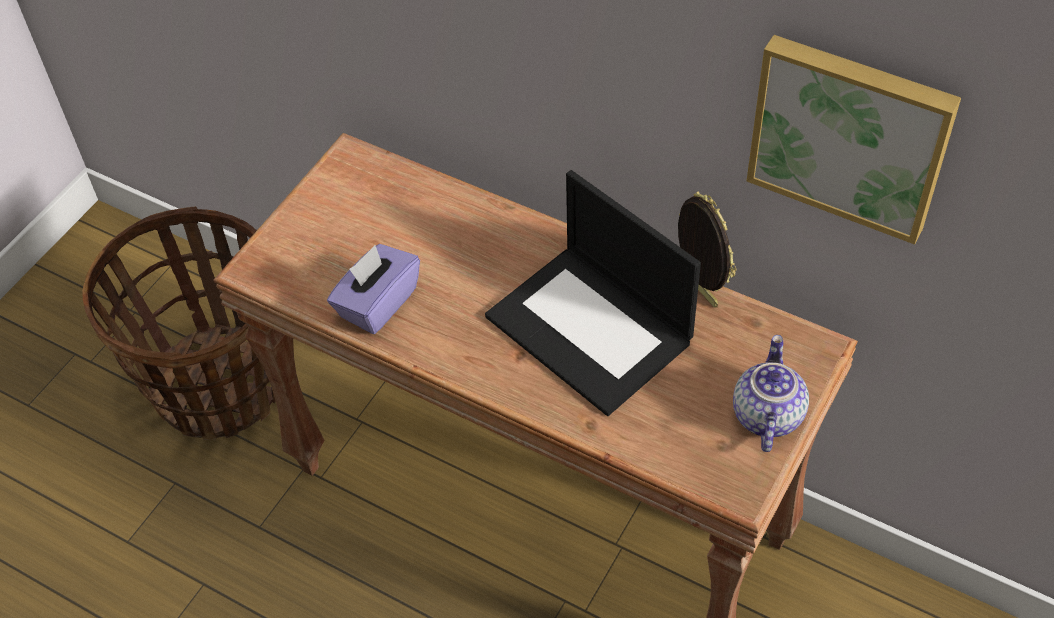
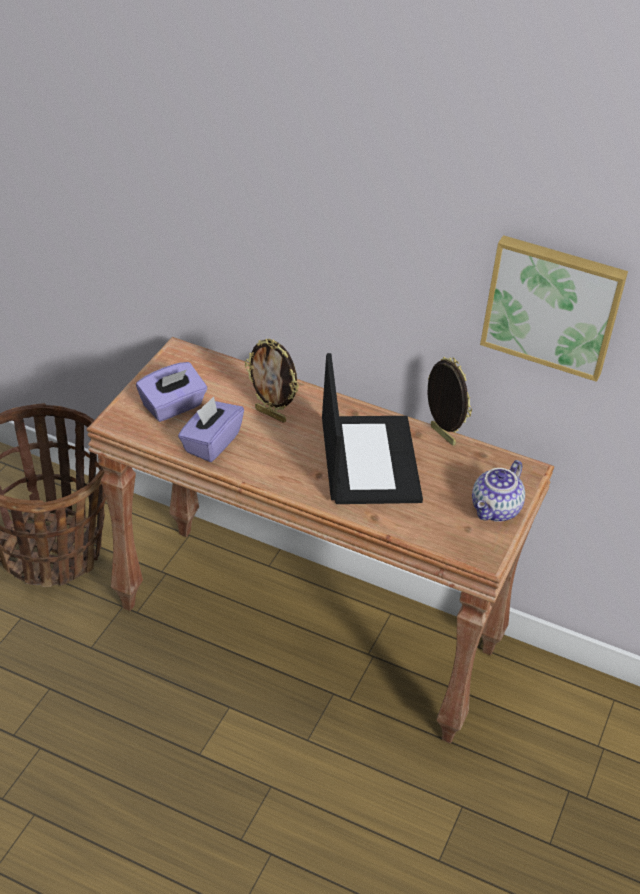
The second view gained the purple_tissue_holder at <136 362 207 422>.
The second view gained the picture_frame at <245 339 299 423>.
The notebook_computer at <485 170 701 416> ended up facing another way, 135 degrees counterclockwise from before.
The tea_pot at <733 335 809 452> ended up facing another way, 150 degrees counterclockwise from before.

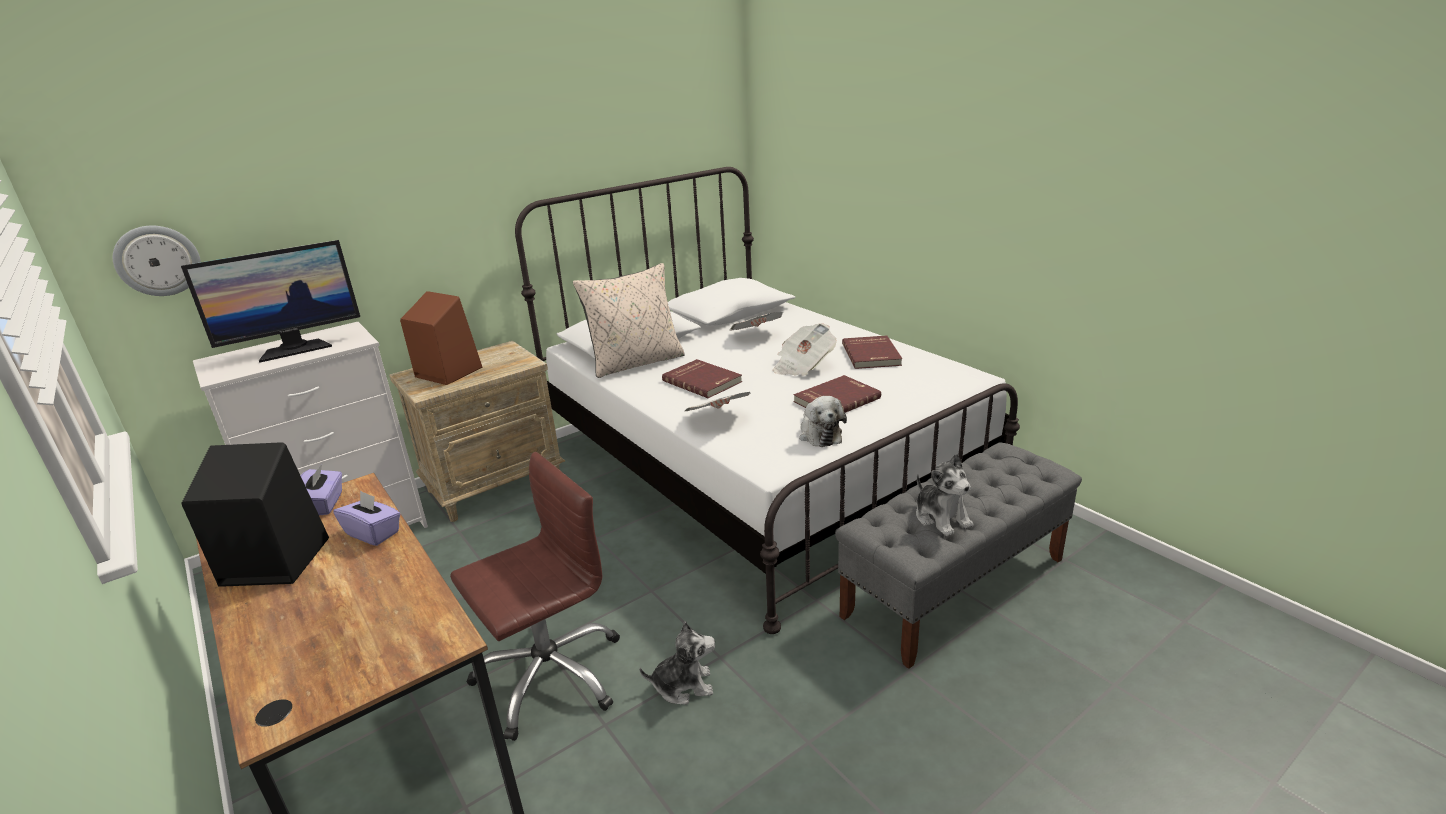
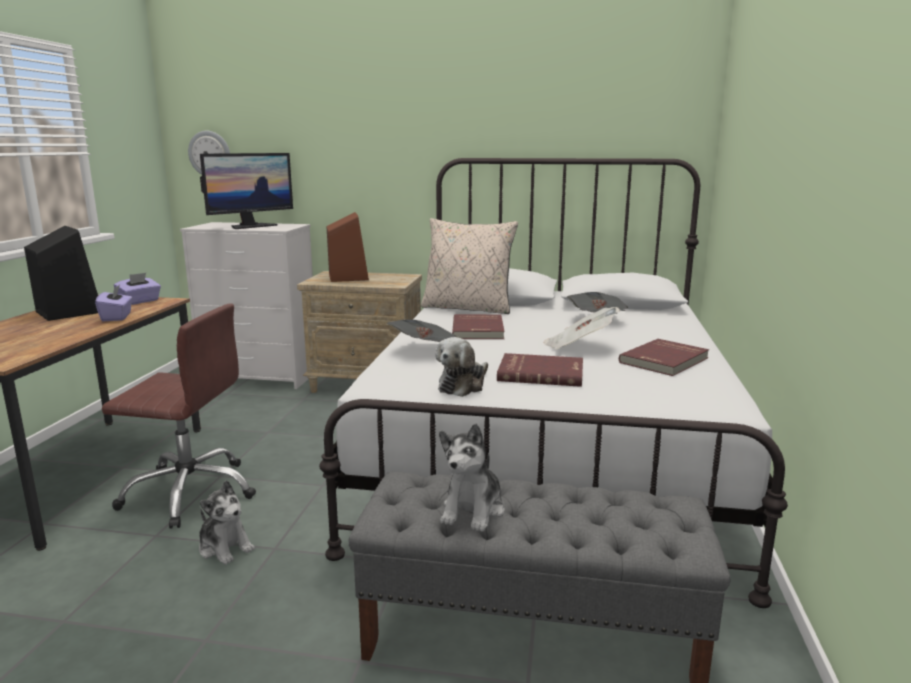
The computer_display at <181 240 360 363> ended up facing another way, 60 degrees counterclockwise from before.

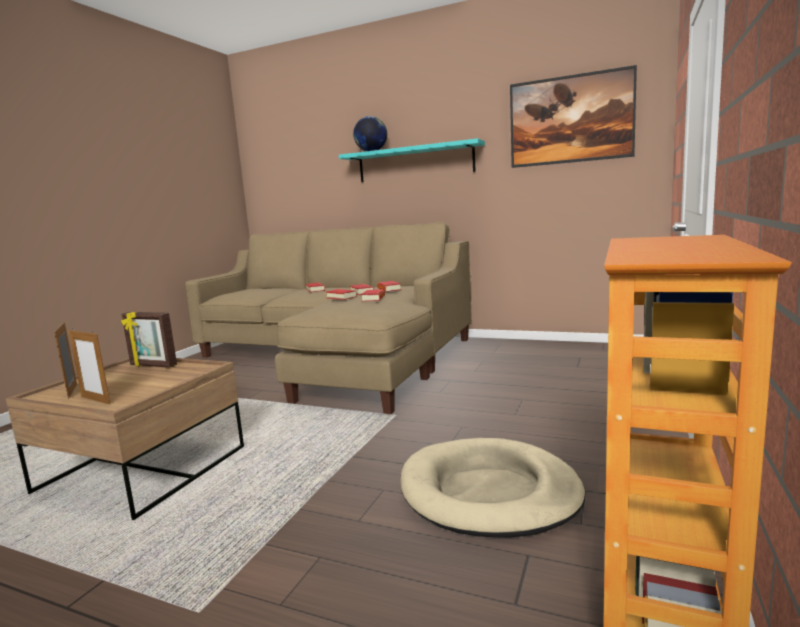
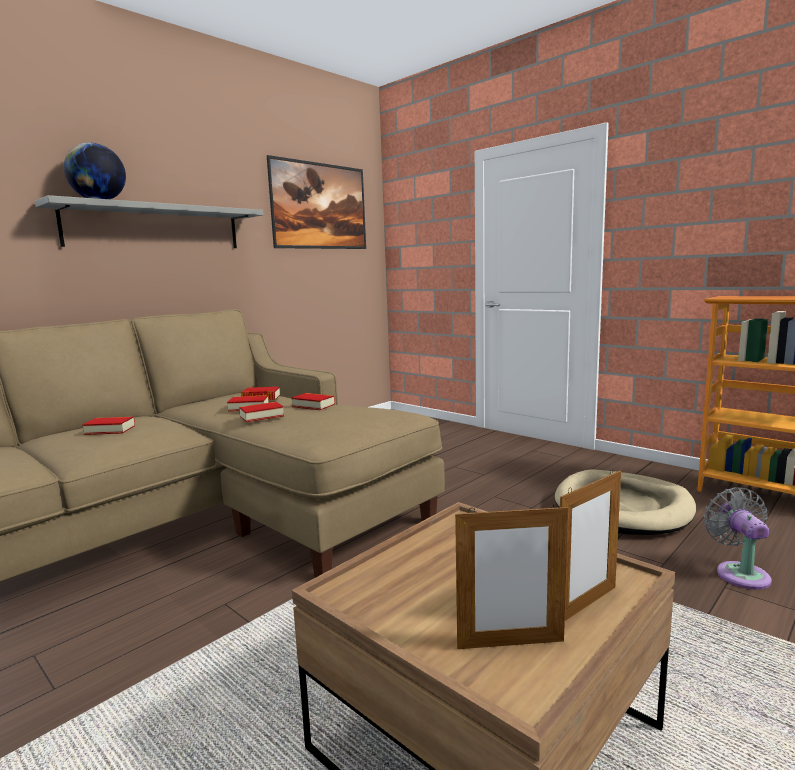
What was the blue-green_wall_shelf at <339 138 485 182> turned into the gray_wall_shelf at <35 195 263 248>.
The second view gained the gray_electric_fan at <704 487 771 590>.
The second view lost the picture_frame at <121 312 177 368>.

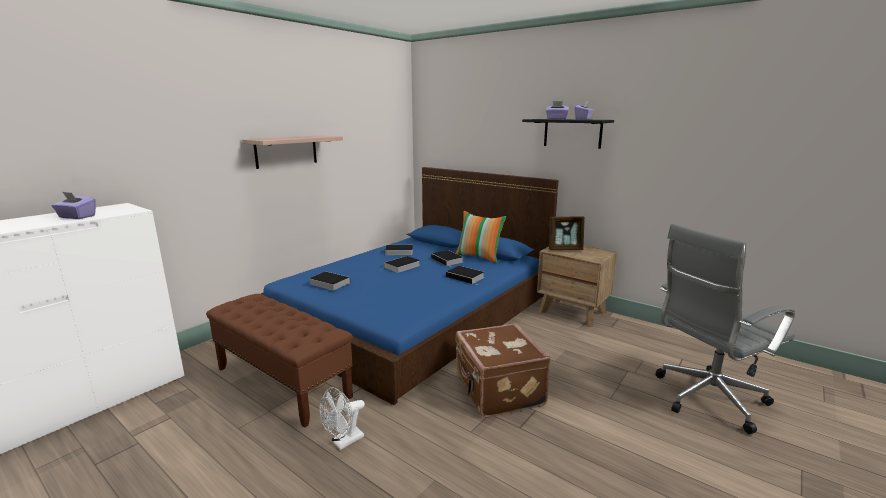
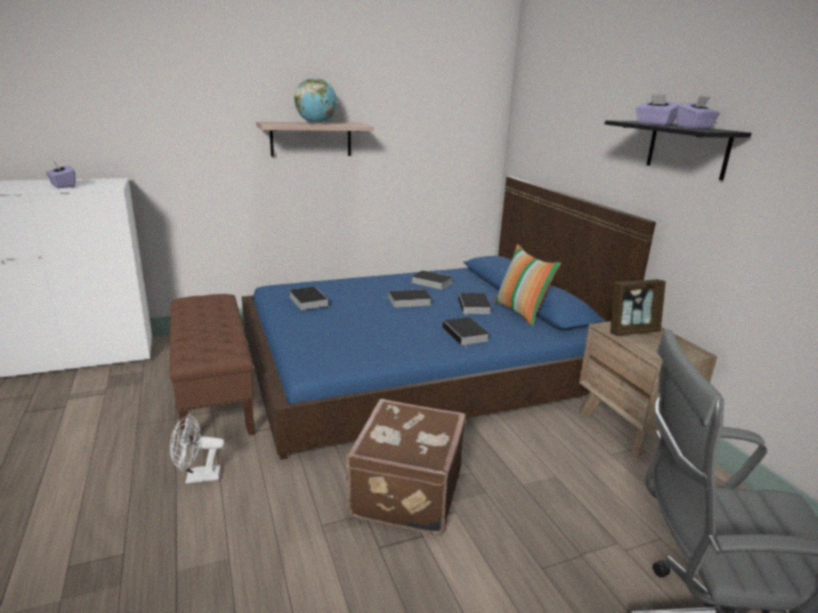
The second view gained the globe at <294 78 337 124>.
The picture_frame at <549 216 585 250> ended up facing another way, 45 degrees counterclockwise from before.

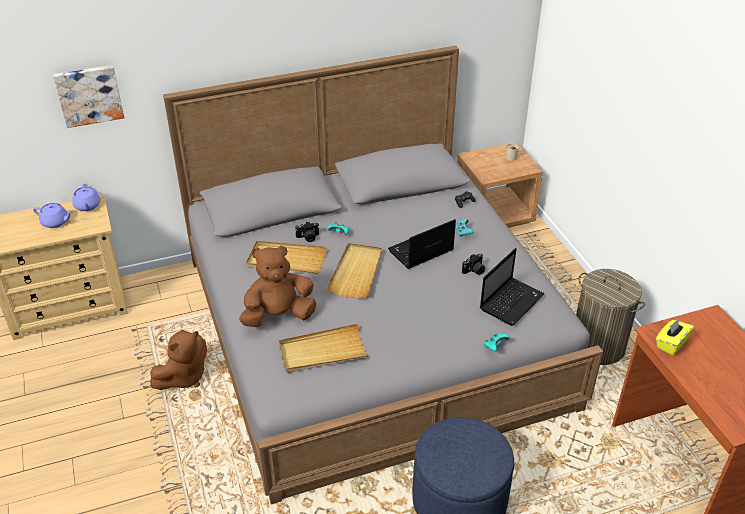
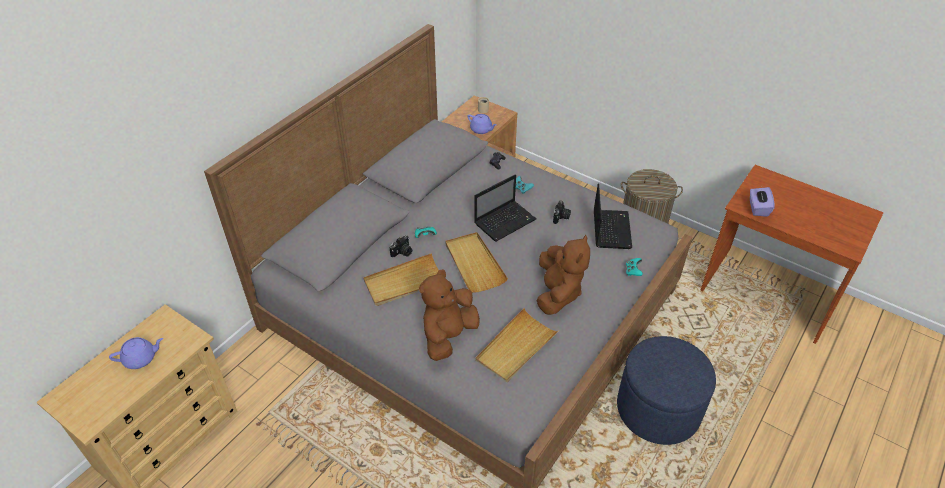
The purple_tea_pot ended up elsewhere, having gone from <72 184 100 211> to <467 114 497 134>.
The notebook_computer at <388 219 456 269> ended up facing another way, 150 degrees counterclockwise from before.
The brown_soft_toy ended up elsewhere, having gone from <150 330 207 390> to <537 235 590 315>.
What was the yellowish_tissue_holder at <656 318 694 356> turned into the purple_tissue_holder at <750 187 774 217>.
The second view lost the wall_art at <53 65 124 128>.

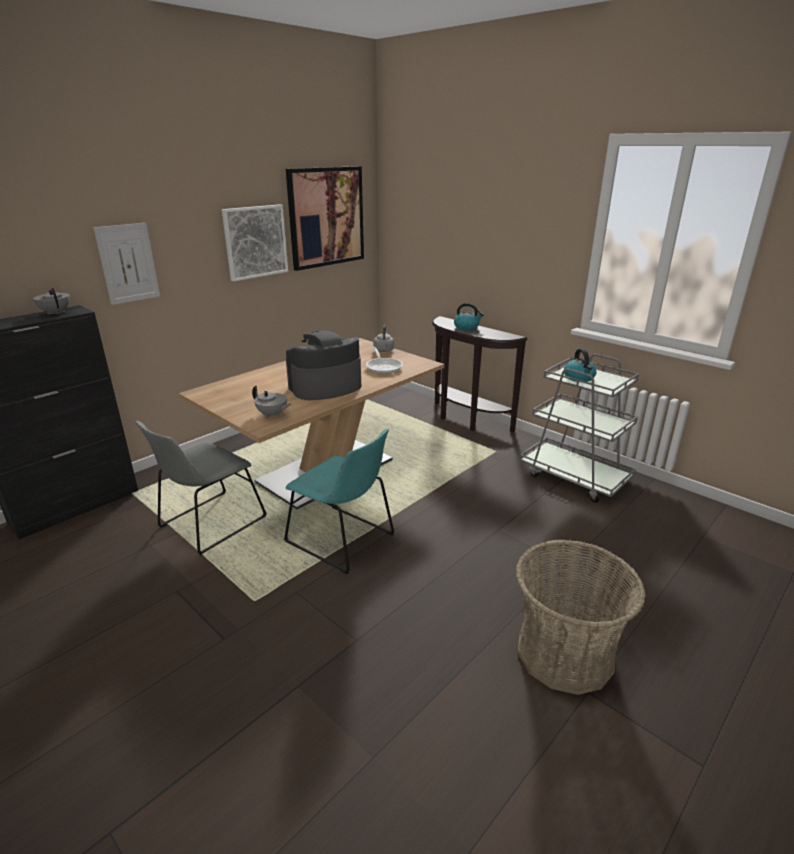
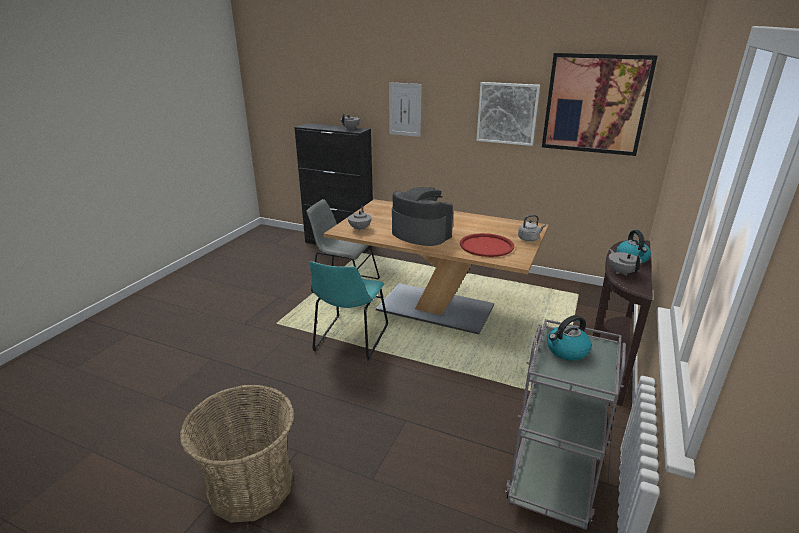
Where the pan stood at <366 347 403 374>, the red-coloured_carrying_tray came to stand at <460 233 514 257>.
The second view gained the gray_tea_pot at <609 249 641 276>.

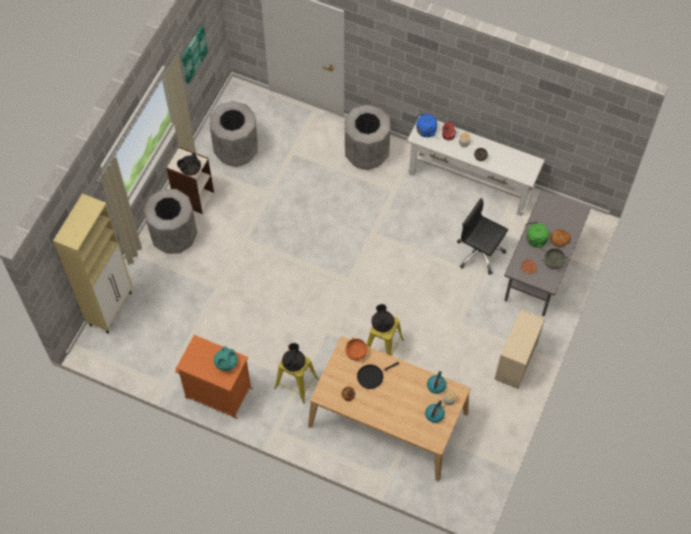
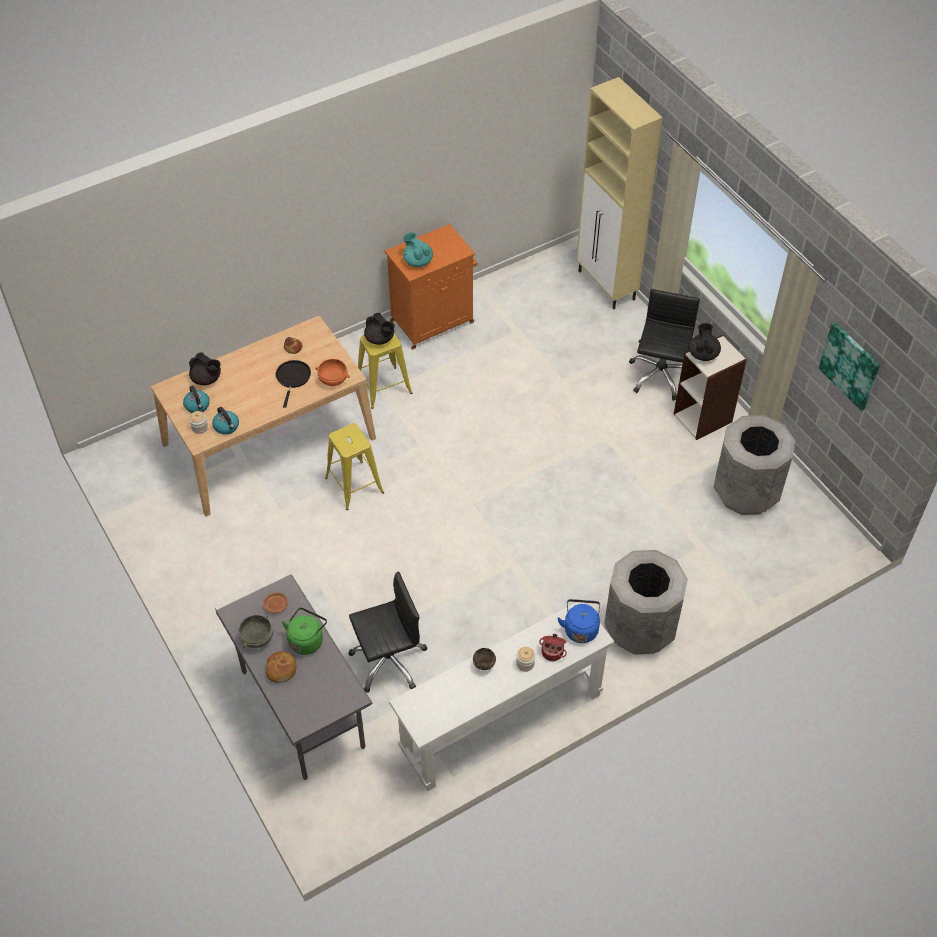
The blackish_tea_pot ended up elsewhere, having gone from <371 304 394 332> to <189 352 221 385>.
Where the gray_trash_can stood at <143 189 197 254>, the blackish_desk_chair came to stand at <629 289 700 401>.
The second view lost the beige_drawer_chest at <494 309 545 389>.

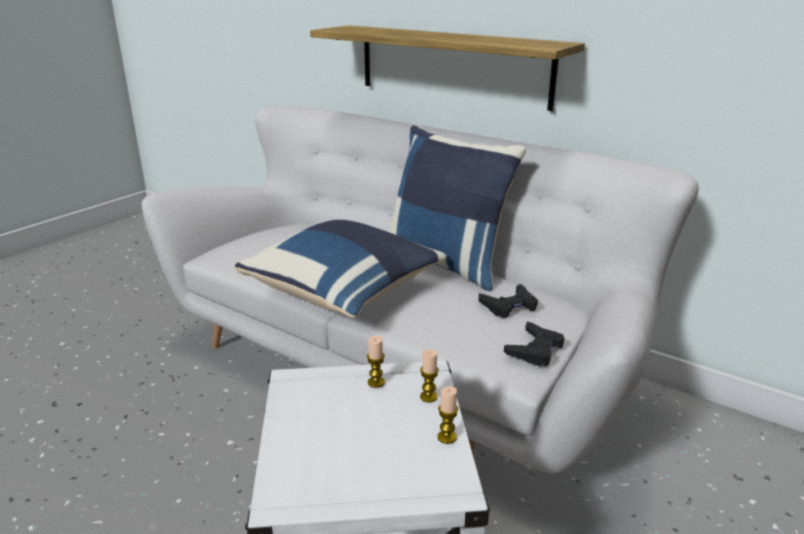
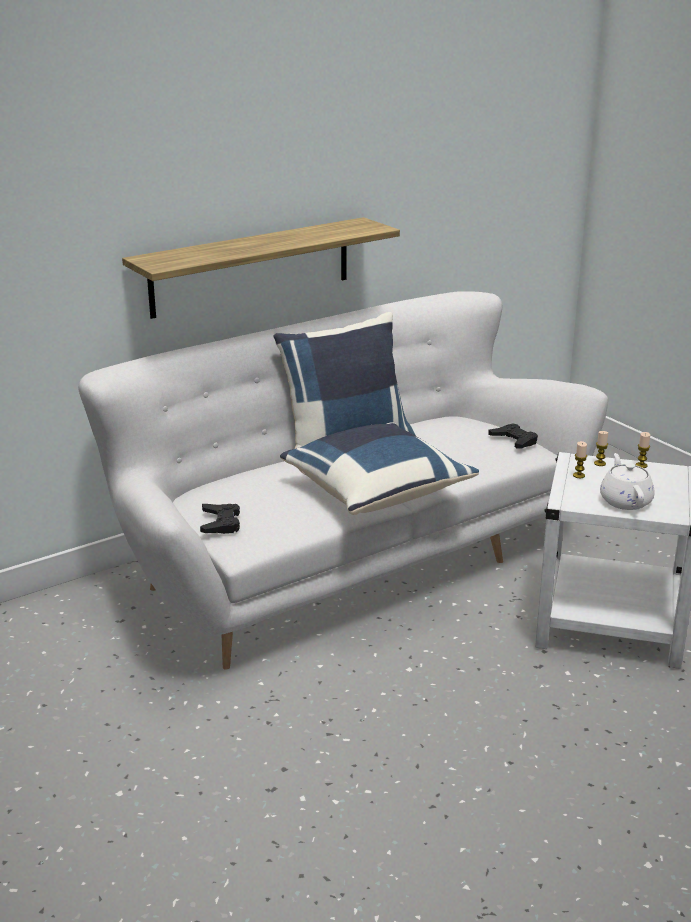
The blackish_gamepad ended up elsewhere, having gone from <478 284 538 318> to <200 504 240 534>.
The second view gained the white_tea_pot at <600 453 655 510>.

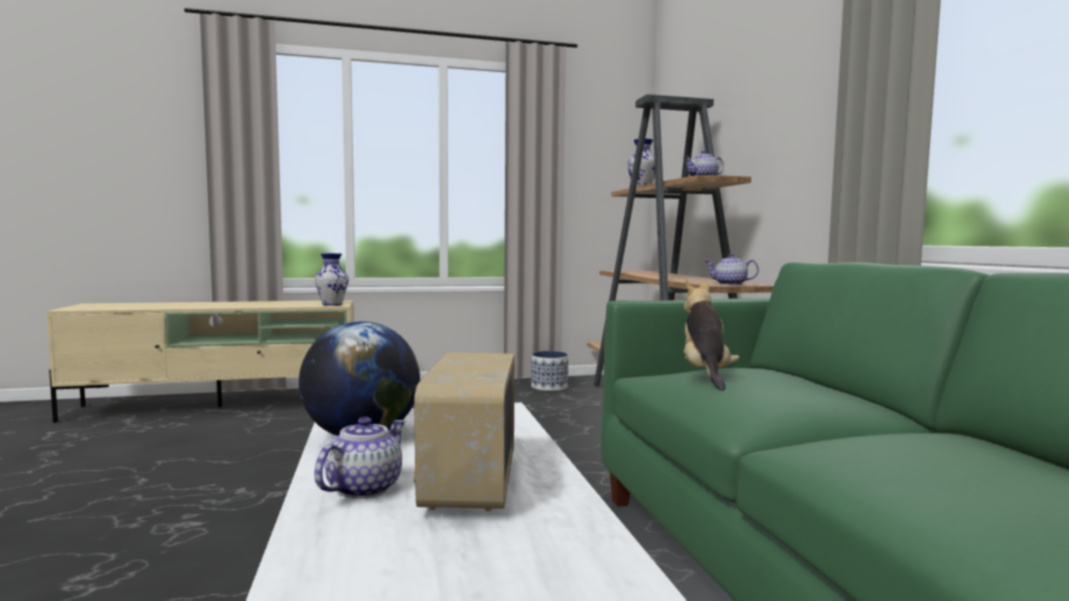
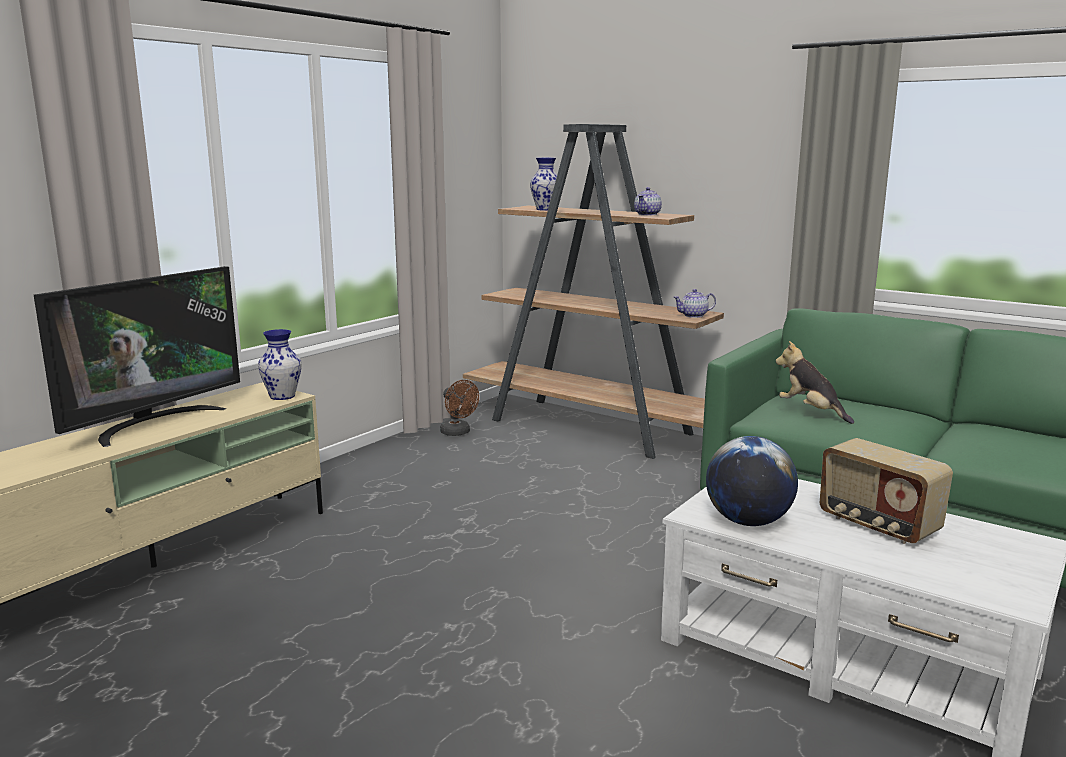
The second view gained the TV_set at <34 266 240 447>.
Where the flower_pot stood at <531 351 568 391>, the brown_electric_fan came to stand at <440 380 479 436>.
The second view lost the tea_pot at <314 417 405 499>.

